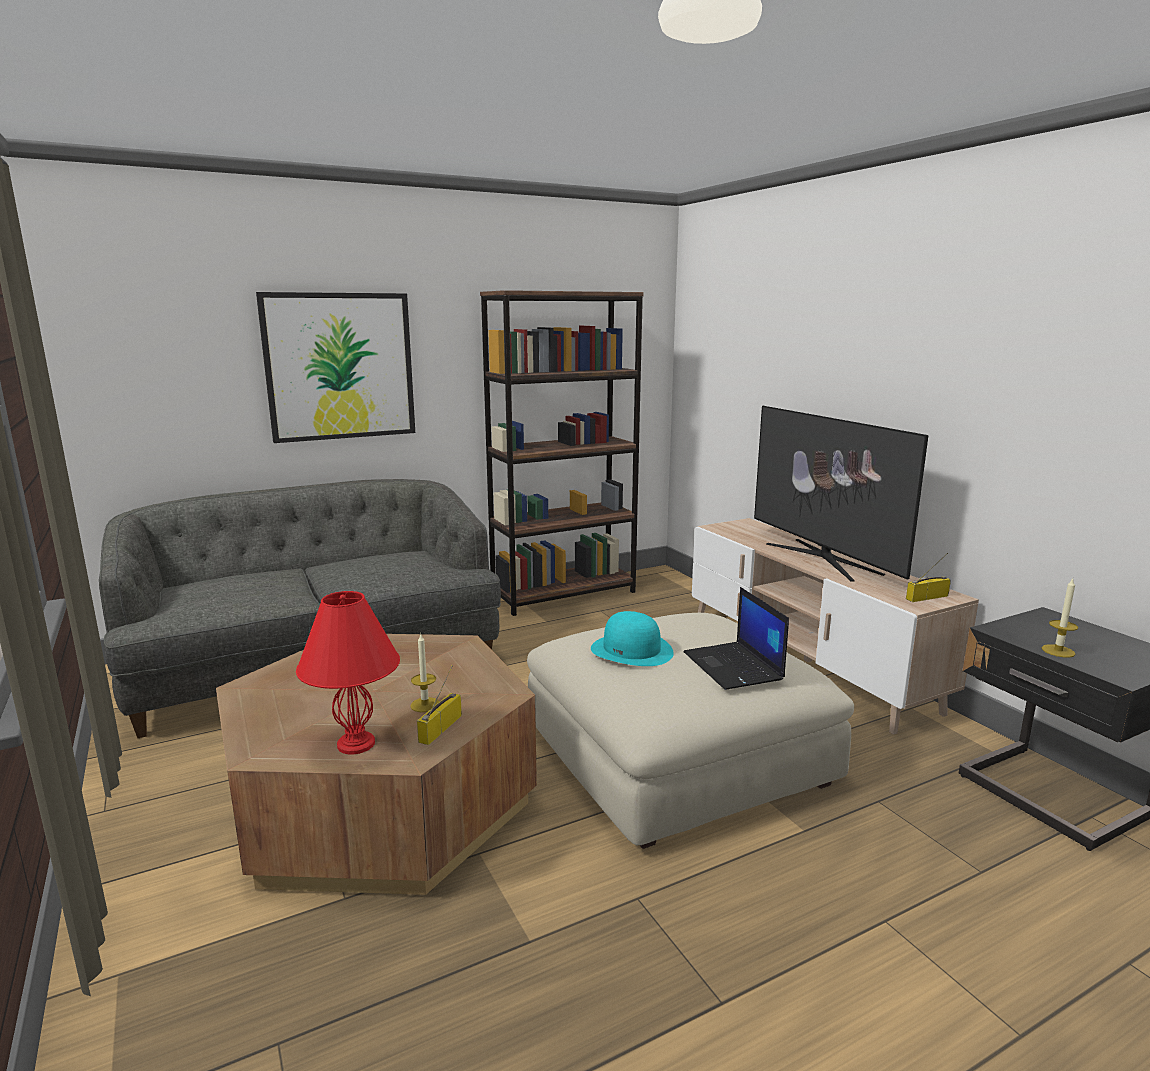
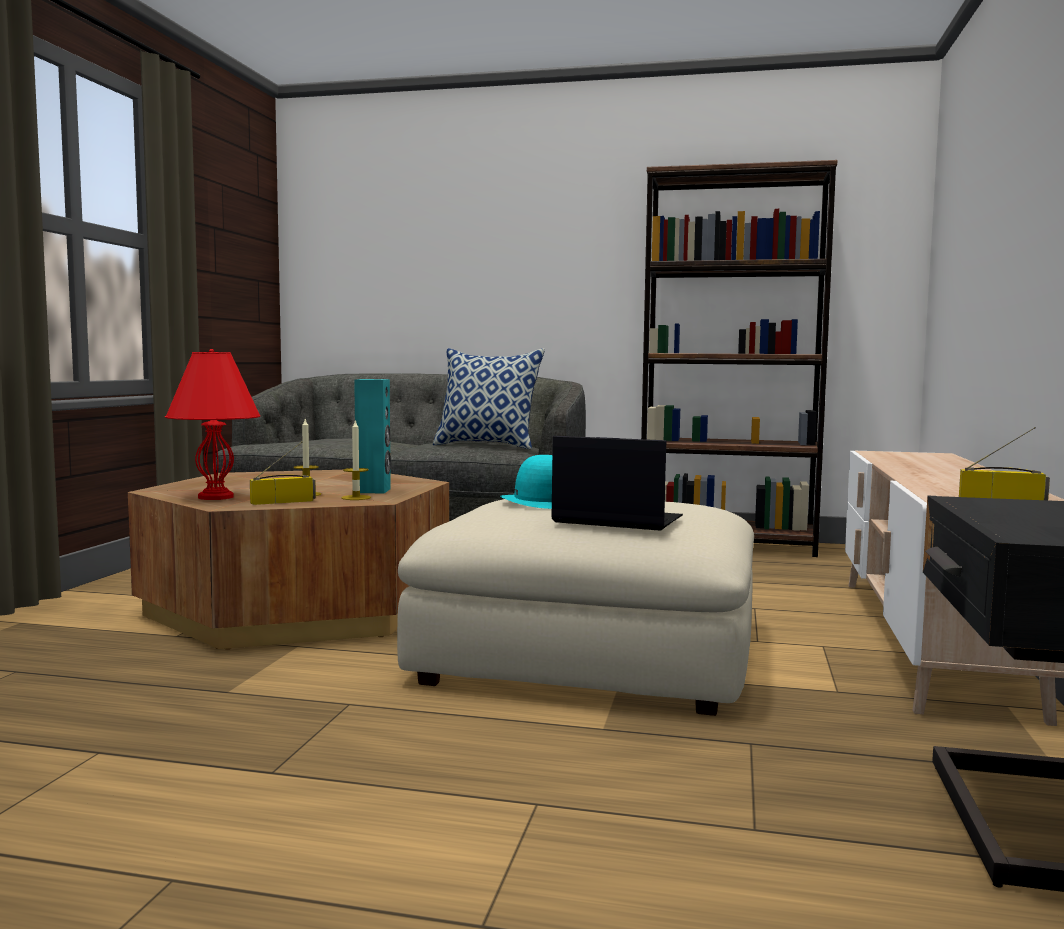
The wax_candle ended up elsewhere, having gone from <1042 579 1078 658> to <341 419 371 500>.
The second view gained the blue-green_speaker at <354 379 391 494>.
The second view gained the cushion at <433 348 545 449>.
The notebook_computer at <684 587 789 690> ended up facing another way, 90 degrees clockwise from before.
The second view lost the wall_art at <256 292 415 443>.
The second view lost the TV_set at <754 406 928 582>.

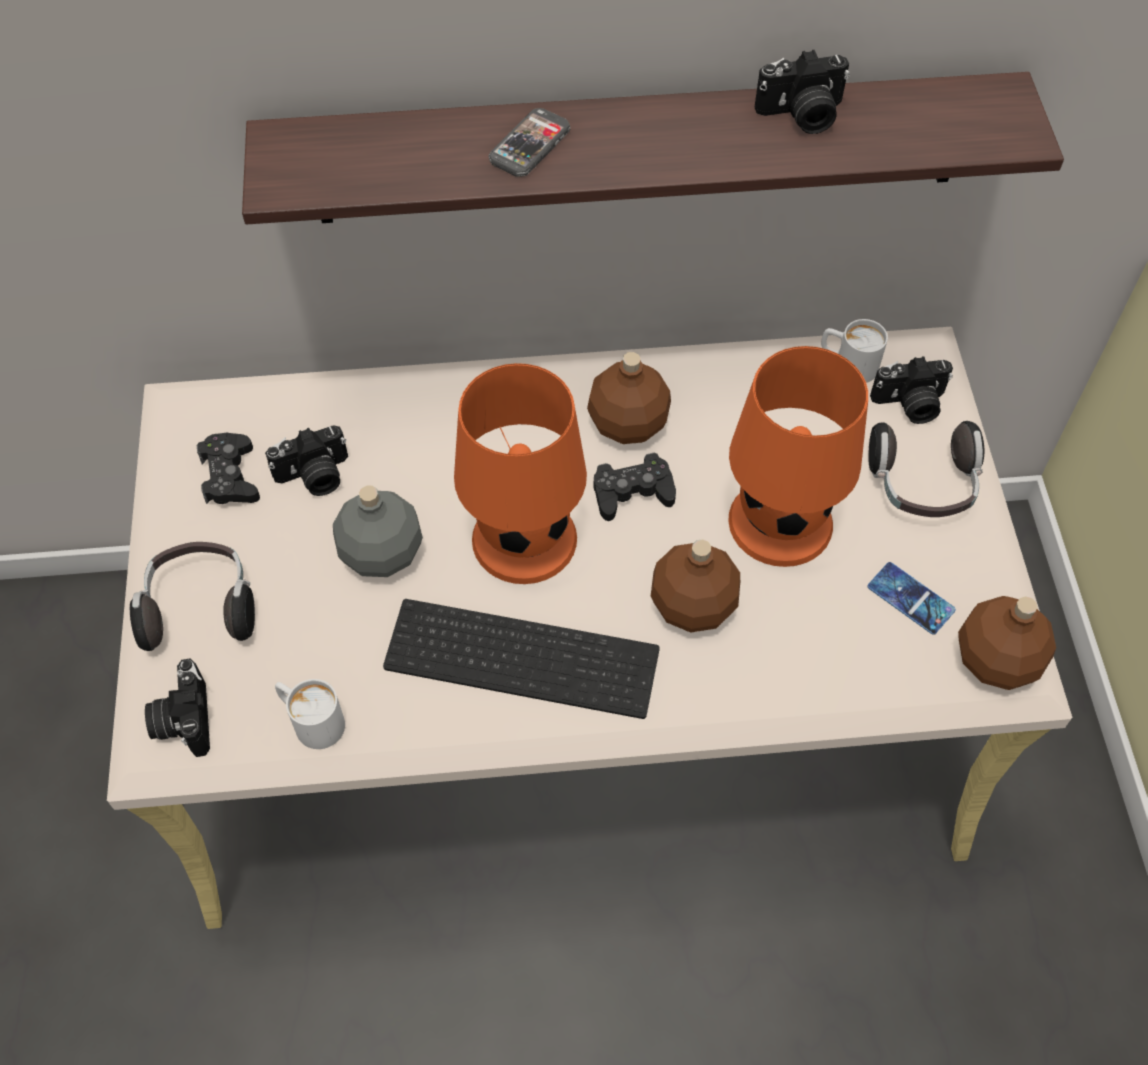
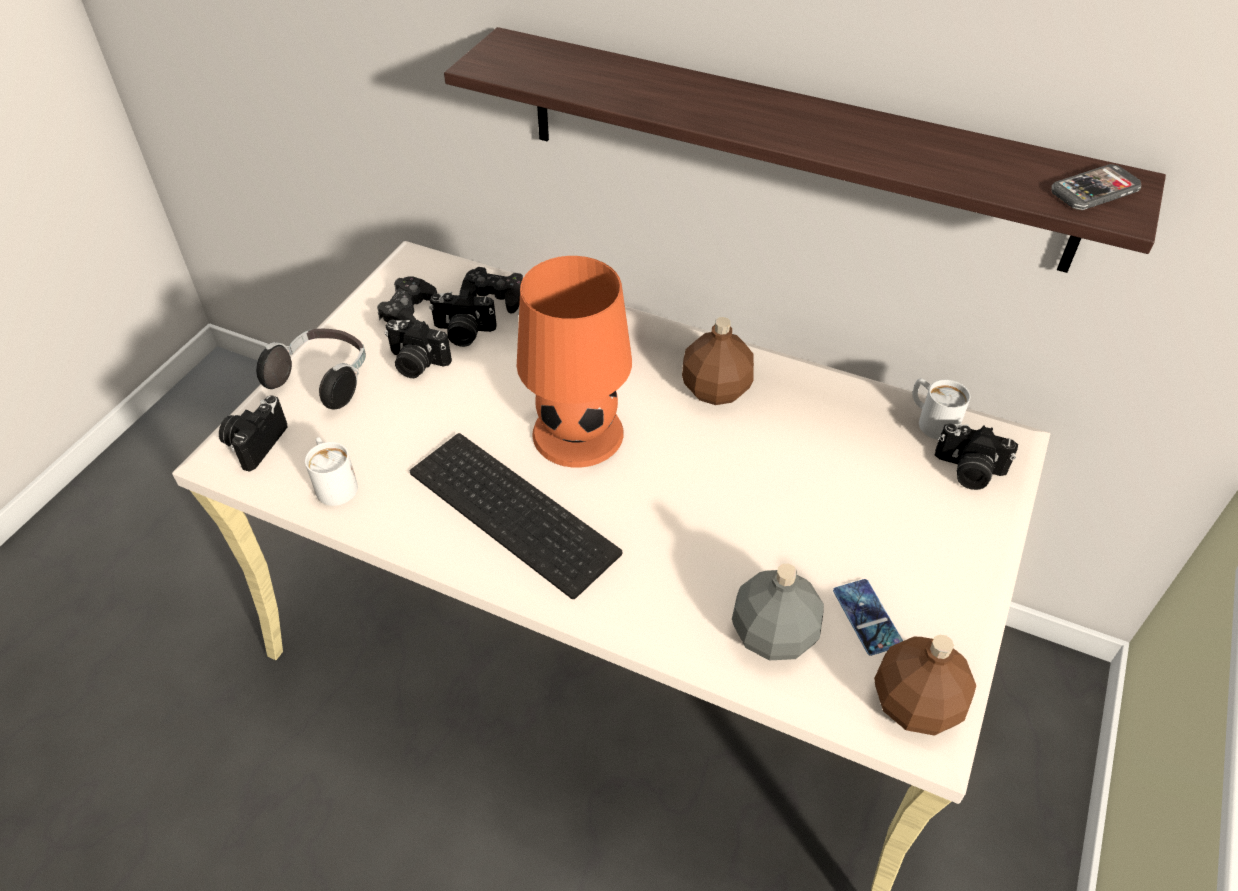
The still_camera ended up elsewhere, having gone from <754 50 850 134> to <385 320 452 378>.
The blackish_gamepad ended up elsewhere, having gone from <594 453 676 521> to <460 267 523 314>.
The gray_beverage_bottle ended up elsewhere, having gone from <333 486 423 577> to <732 564 824 660>.
The phone ended up elsewhere, having gone from <488 108 571 177> to <1051 164 1141 210>.
The second view lost the brown_beverage_bottle at <651 539 740 633>.
The second view lost the orangey_tabletop_lamp at <728 346 868 567>.
The second view lost the headphones at <868 421 984 517>.

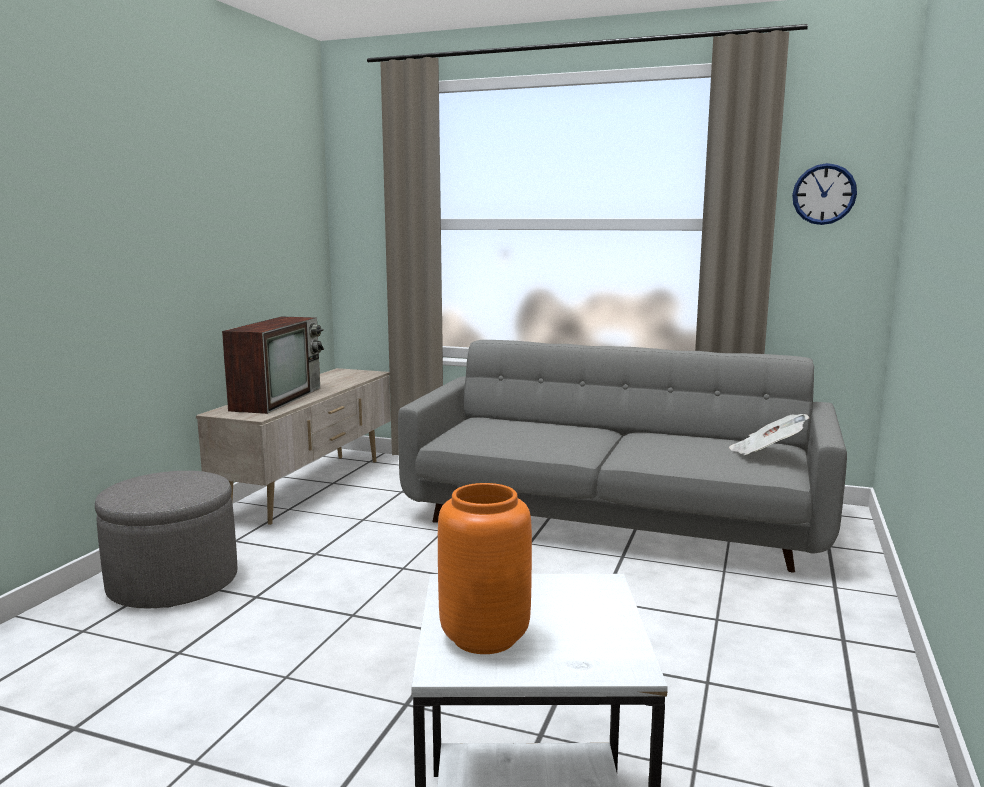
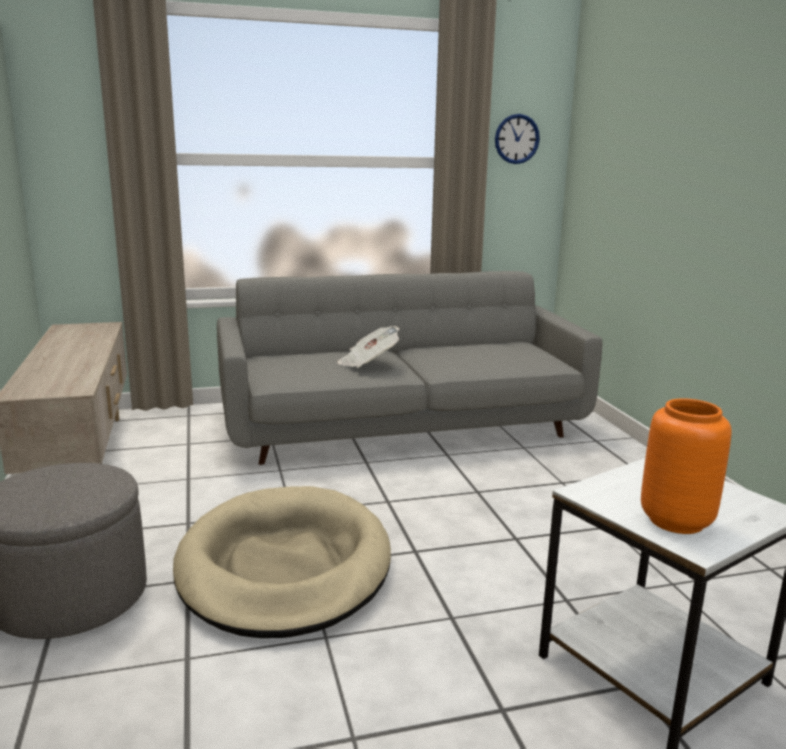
The second view gained the beige_dog_bed at <173 486 391 638>.
The printed_paper ended up elsewhere, having gone from <729 414 809 455> to <338 326 400 368>.
The second view lost the TV_set at <222 317 324 414>.

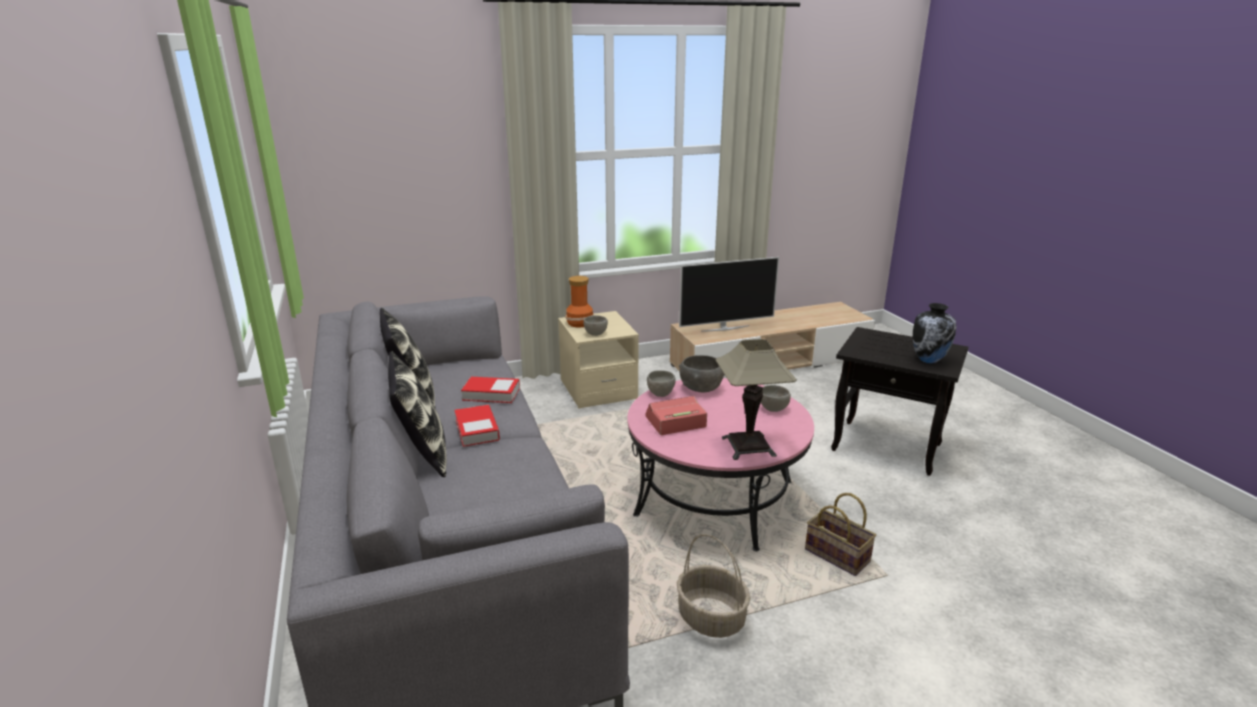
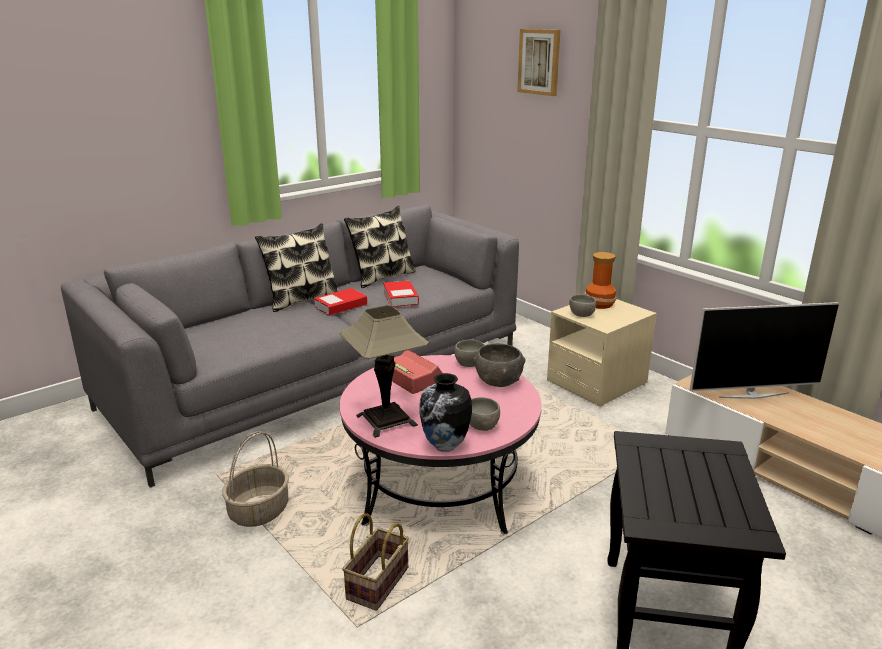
The vase ended up elsewhere, having gone from <913 303 956 364> to <419 373 472 452>.
The second view gained the wall_art at <517 29 560 96>.
The TV_set at <679 257 779 332> ended up facing another way, 60 degrees counterclockwise from before.

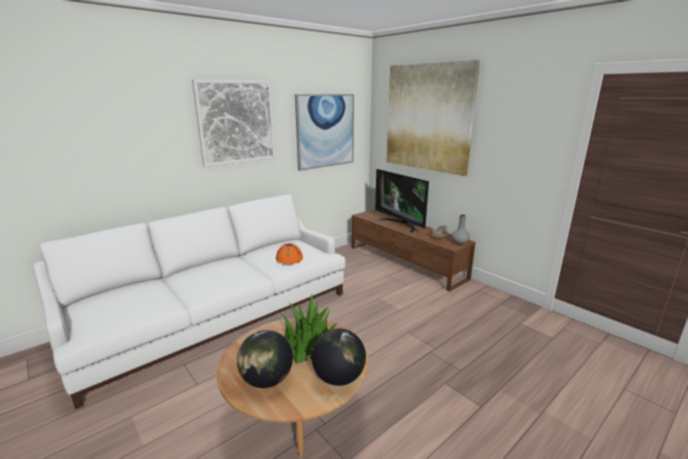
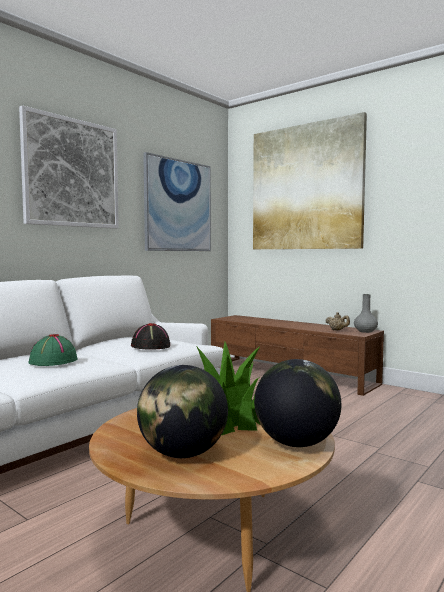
The second view gained the green-coloured_hat at <29 334 78 366>.
What was the orangey_hat at <276 244 303 264> turned into the blackish_hat at <131 323 170 350>.
The second view lost the TV_set at <375 169 429 233>.

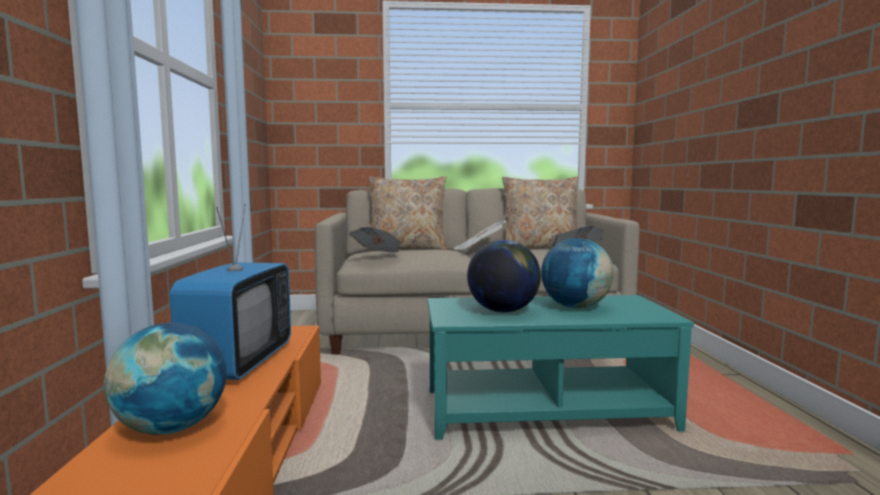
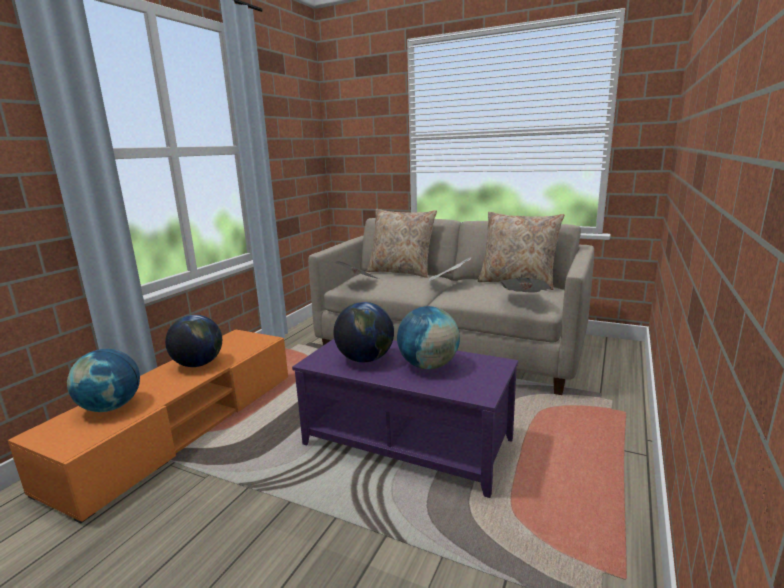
Where the TV_set stood at <170 204 291 380>, the globe came to stand at <165 315 222 367>.
What was the blue-green_coffee_table at <427 295 694 440> turned into the purple_coffee_table at <292 339 518 498>.

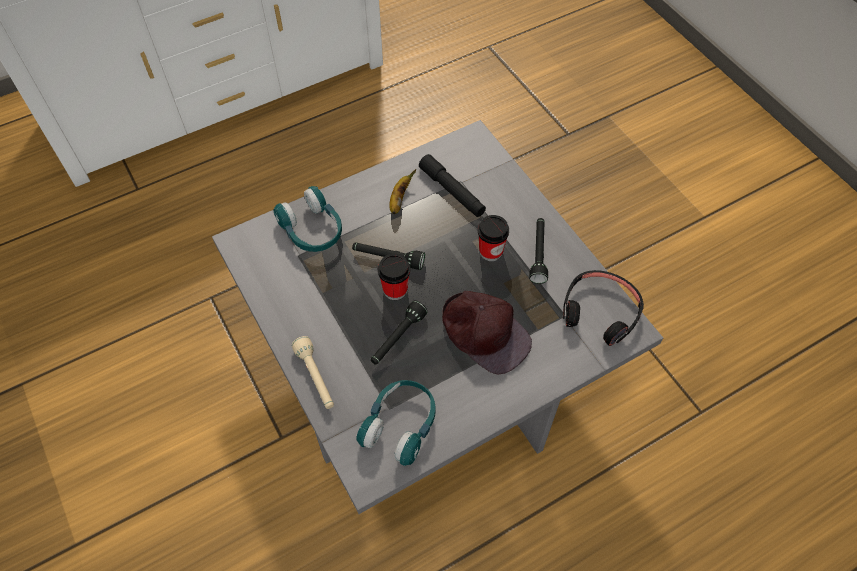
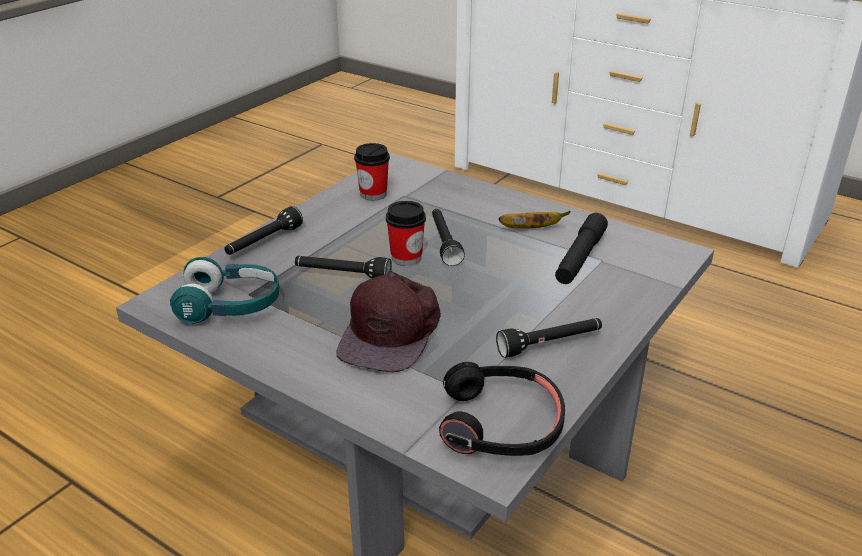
What was the beige_hand_torch at <292 336 334 409> turned into the blackish_hand_torch at <224 206 303 255>.
The cup ended up elsewhere, having gone from <478 215 509 261> to <354 143 390 200>.
The second view lost the blue-green_headphones at <274 186 342 252>.

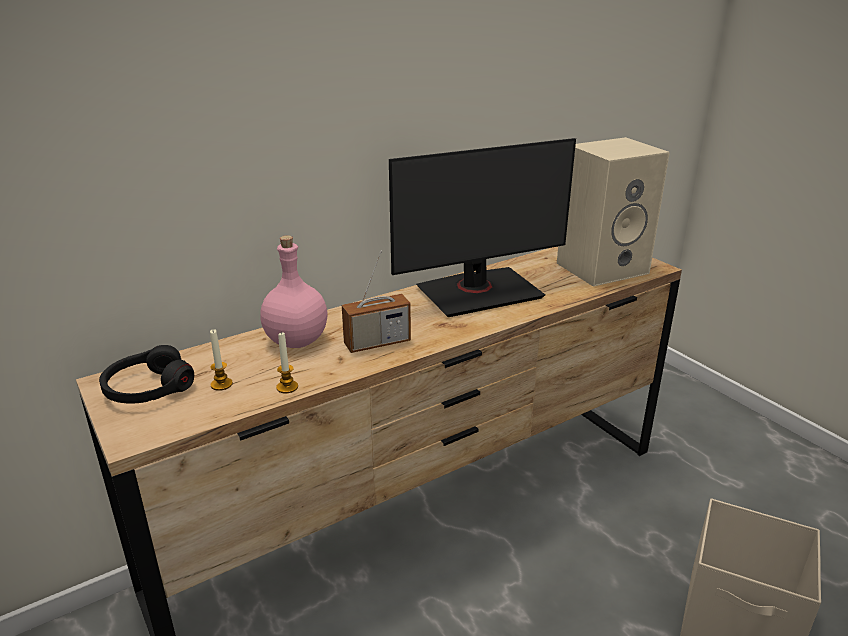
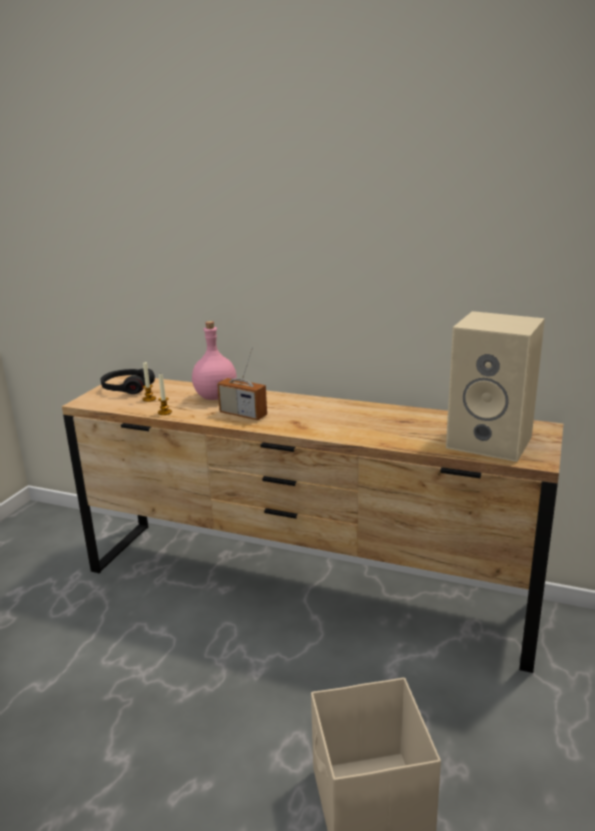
The second view lost the computer_display at <389 138 576 317>.

